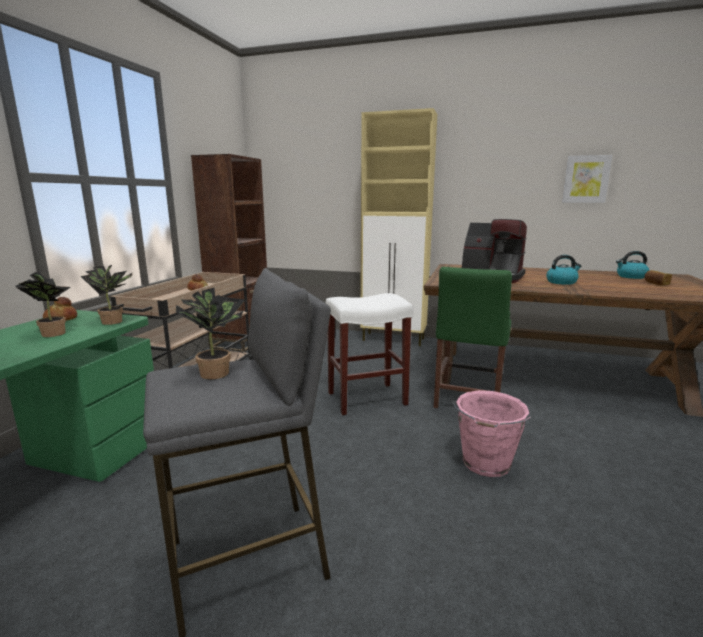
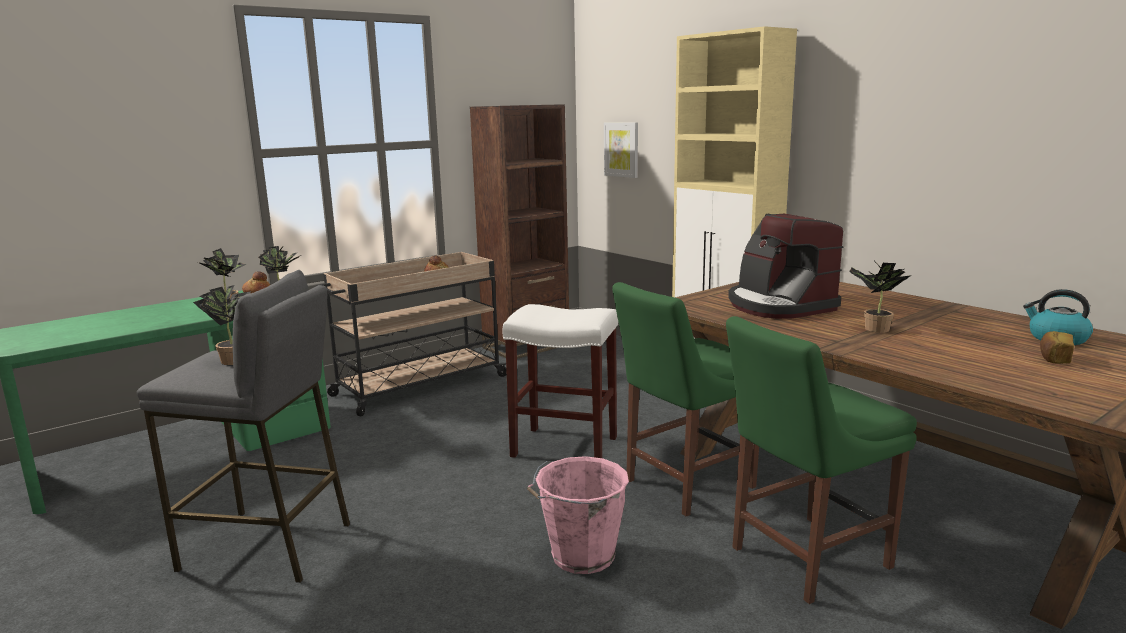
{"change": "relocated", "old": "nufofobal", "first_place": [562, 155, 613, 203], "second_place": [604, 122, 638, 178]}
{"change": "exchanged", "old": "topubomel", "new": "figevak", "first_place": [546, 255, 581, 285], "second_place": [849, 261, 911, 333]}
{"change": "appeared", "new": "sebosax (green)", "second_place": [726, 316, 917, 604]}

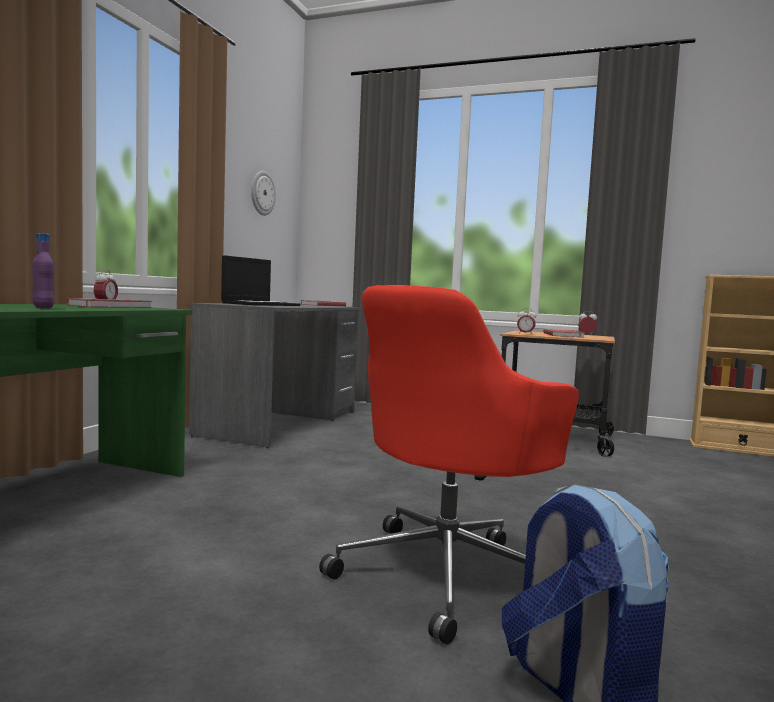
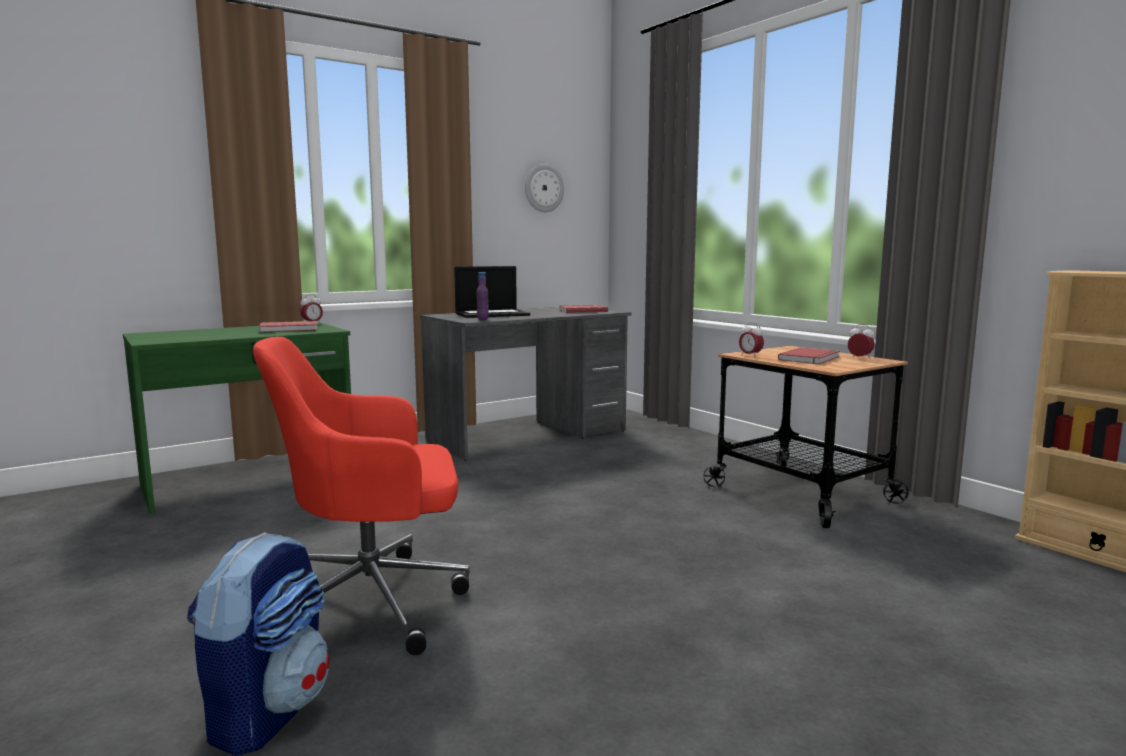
{"change": "relocated", "old": "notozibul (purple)", "first_place": [32, 233, 54, 309], "second_place": [477, 272, 489, 321]}

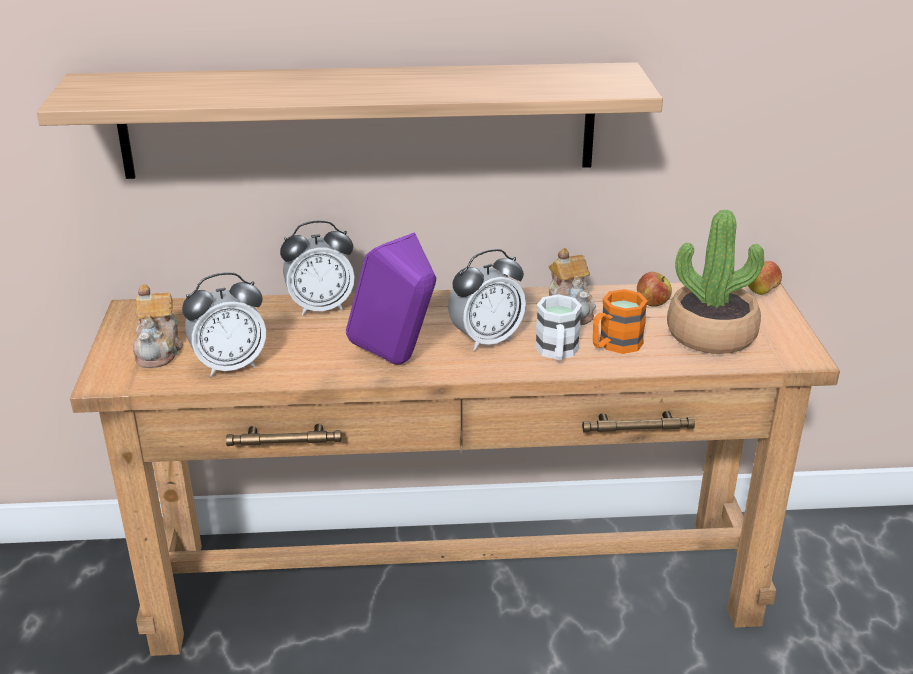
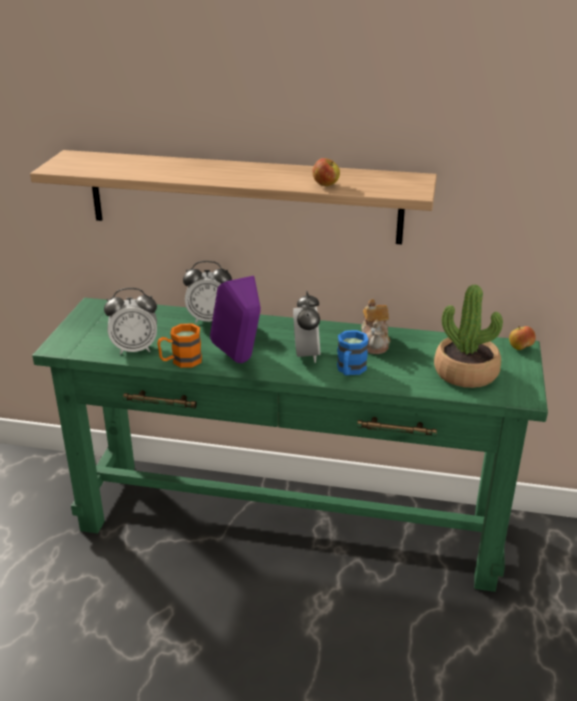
{"change": "spun", "old": "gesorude", "first_place": [448, 249, 526, 351], "second_place": [293, 291, 321, 363], "degrees": -75}
{"change": "relocated", "old": "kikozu", "first_place": [637, 272, 672, 307], "second_place": [312, 158, 340, 186]}
{"change": "colour", "old": "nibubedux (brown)", "new": "nibubedux (green)", "first_place": [70, 283, 840, 656], "second_place": [32, 298, 548, 592]}
{"change": "missing", "old": "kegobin", "first_place": [133, 284, 183, 368]}
{"change": "relocated", "old": "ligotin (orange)", "first_place": [593, 289, 648, 354], "second_place": [157, 324, 202, 368]}
{"change": "colour", "old": "ligotin (white)", "new": "ligotin (blue)", "first_place": [535, 294, 582, 360], "second_place": [337, 330, 368, 375]}

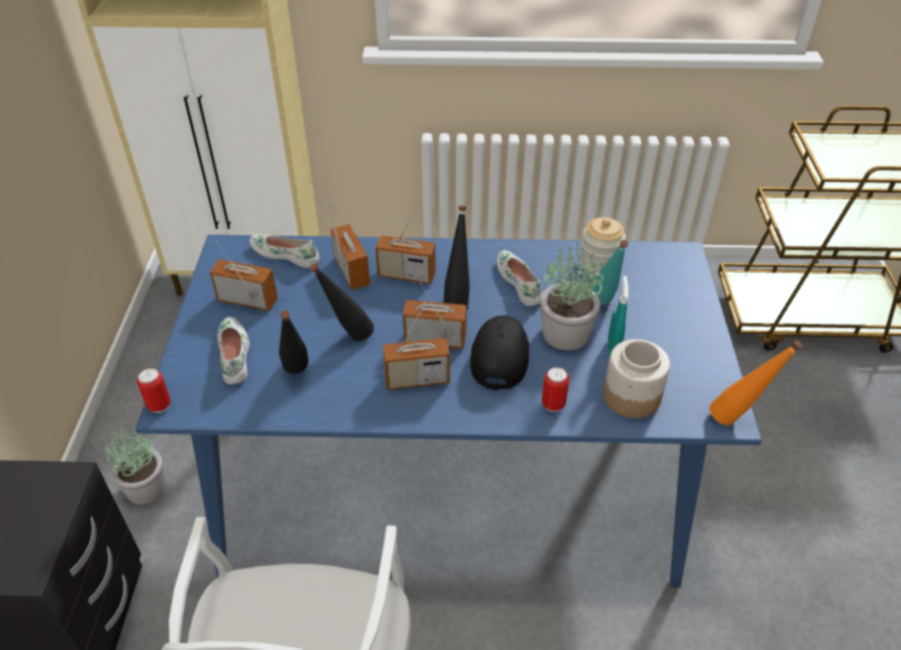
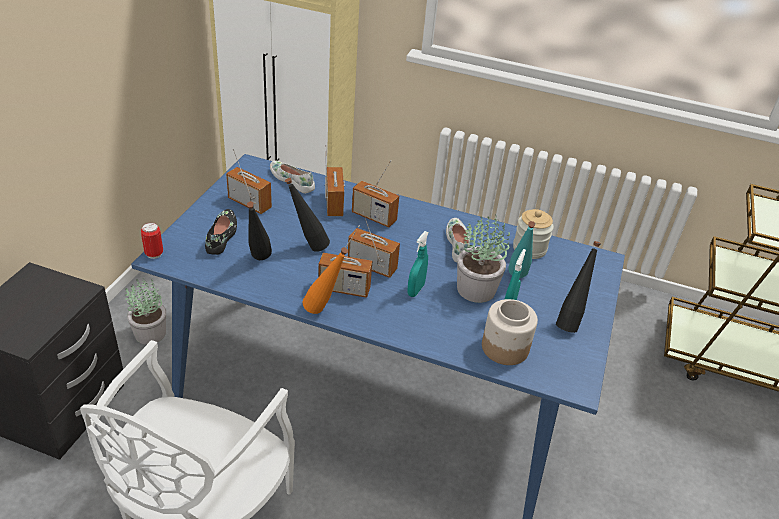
{"change": "relocated", "old": "notozibul (black)", "first_place": [444, 205, 470, 309], "second_place": [556, 241, 601, 333]}
{"change": "exchanged", "old": "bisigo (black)", "new": "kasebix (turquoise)", "first_place": [470, 315, 529, 390], "second_place": [407, 231, 429, 297]}
{"change": "colour", "old": "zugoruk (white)", "new": "zugoruk (black)", "first_place": [217, 317, 250, 384], "second_place": [205, 209, 237, 255]}
{"change": "relocated", "old": "notozibul (orange)", "first_place": [709, 340, 802, 425], "second_place": [302, 247, 348, 314]}
{"change": "missing", "old": "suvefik", "first_place": [542, 367, 569, 412]}

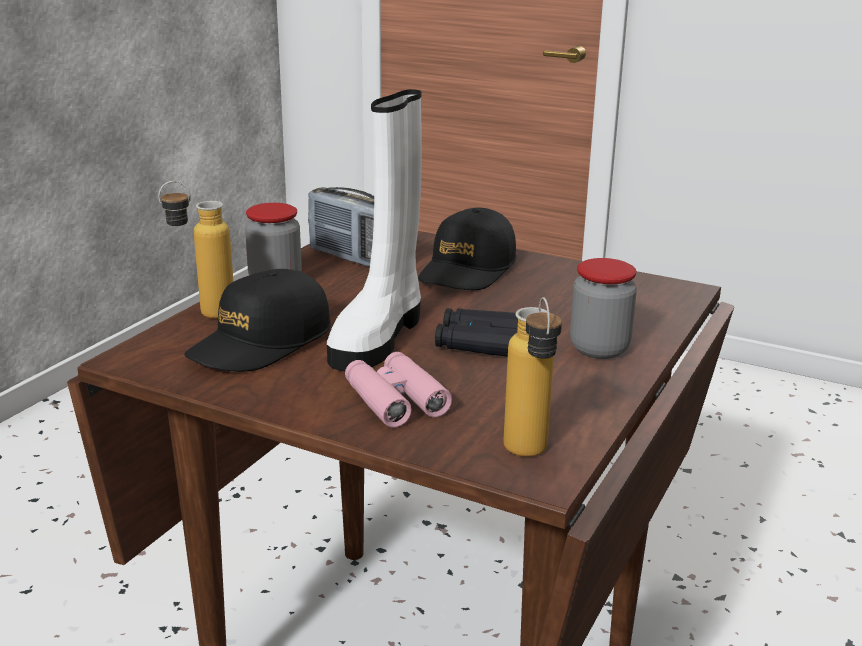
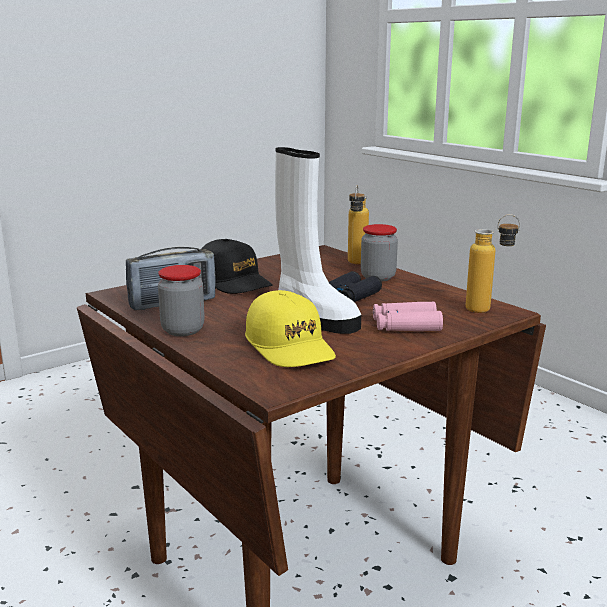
{"change": "relocated", "old": "notozibul", "first_place": [158, 181, 233, 319], "second_place": [348, 185, 369, 264]}
{"change": "colour", "old": "bisigo (black)", "new": "bisigo (yellow)", "first_place": [184, 269, 331, 372], "second_place": [245, 290, 336, 367]}

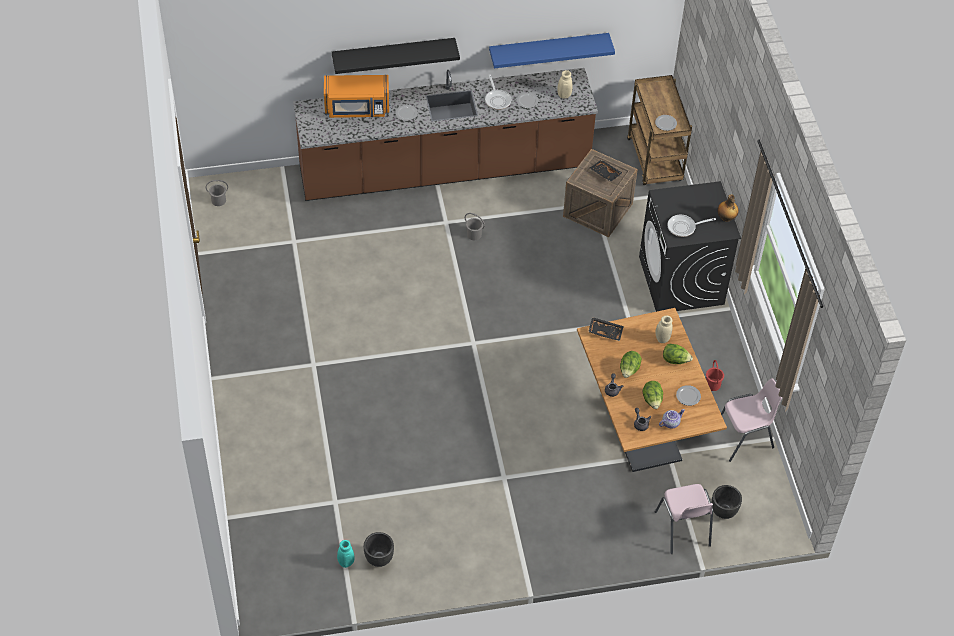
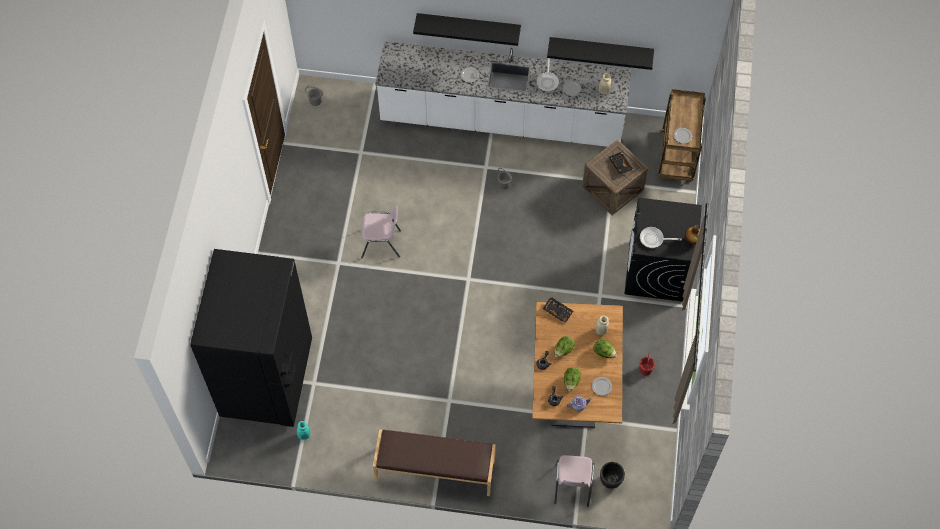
{"change": "colour", "old": "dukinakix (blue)", "new": "dukinakix (black)", "first_place": [489, 33, 615, 68], "second_place": [547, 37, 654, 70]}
{"change": "colour", "old": "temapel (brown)", "new": "temapel (white)", "first_place": [293, 68, 598, 201], "second_place": [375, 41, 631, 147]}
{"change": "missing", "old": "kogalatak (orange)", "first_place": [324, 75, 389, 118]}
{"change": "relocated", "old": "sebosax (pink)", "first_place": [721, 378, 782, 462], "second_place": [361, 205, 401, 259]}
{"change": "missing", "old": "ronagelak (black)", "first_place": [364, 532, 394, 567]}
{"change": "appeared", "new": "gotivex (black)", "second_place": [190, 249, 312, 427]}
{"change": "appeared", "new": "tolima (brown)", "second_place": [373, 429, 496, 496]}

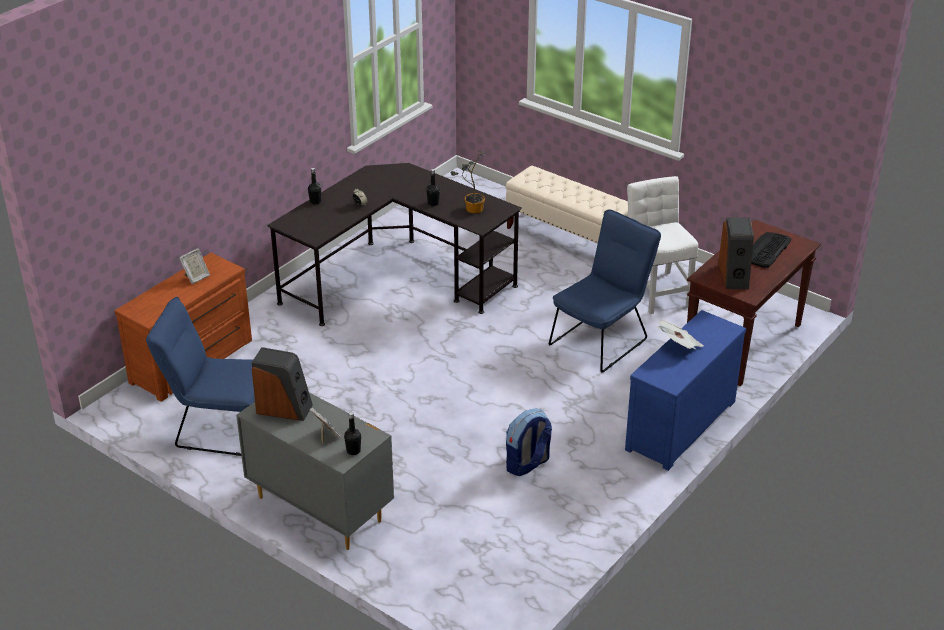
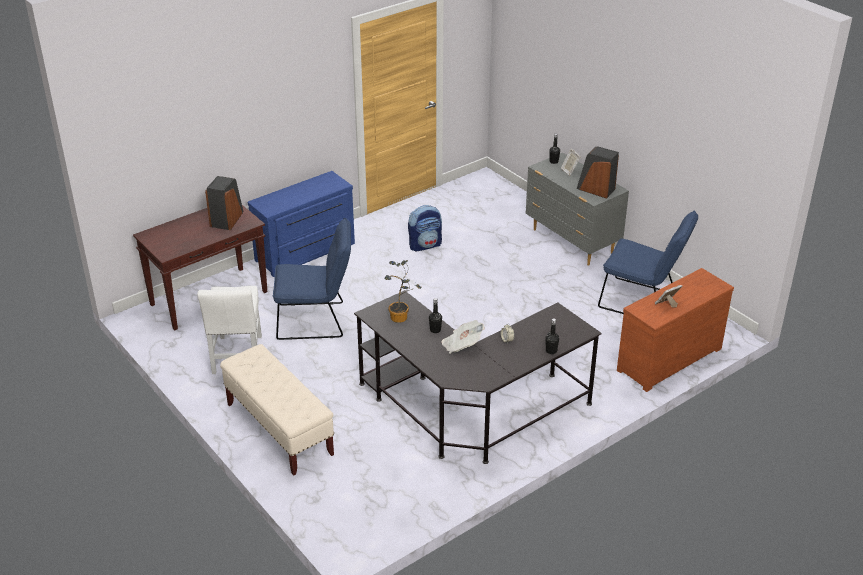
{"change": "spun", "old": "sebosax (blue)", "first_place": [549, 210, 661, 373], "second_place": [273, 218, 351, 340], "degrees": -150}
{"change": "missing", "old": "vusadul", "first_place": [751, 232, 792, 268]}
{"change": "relocated", "old": "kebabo", "first_place": [658, 321, 704, 349], "second_place": [441, 320, 485, 354]}

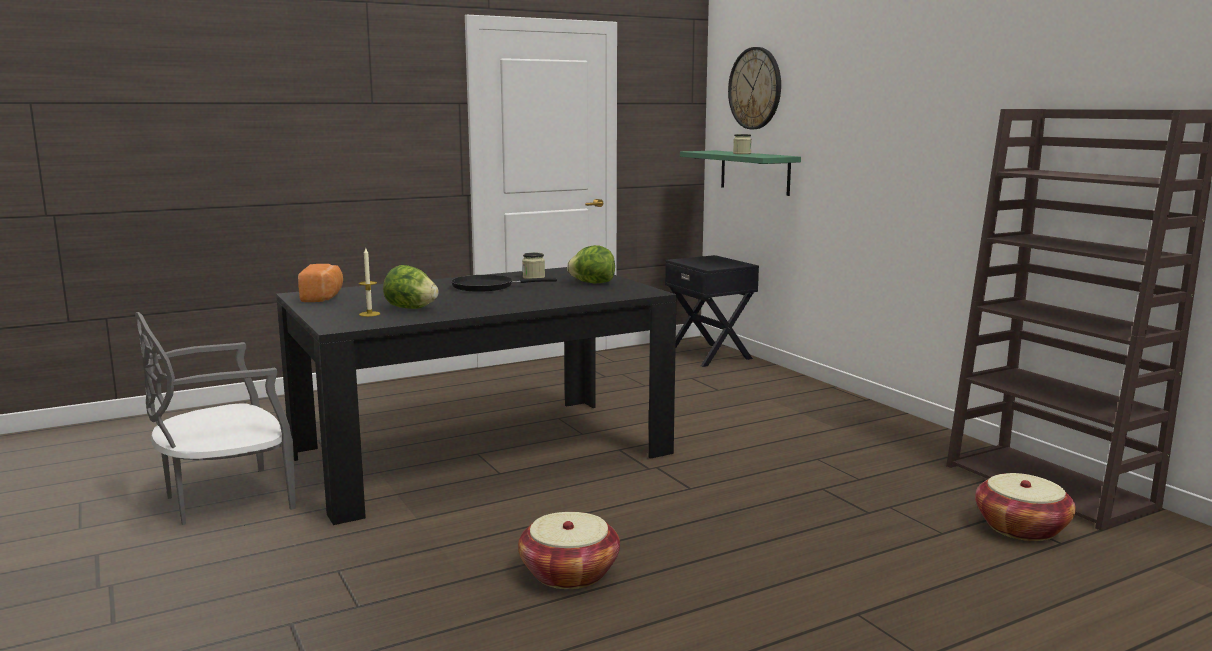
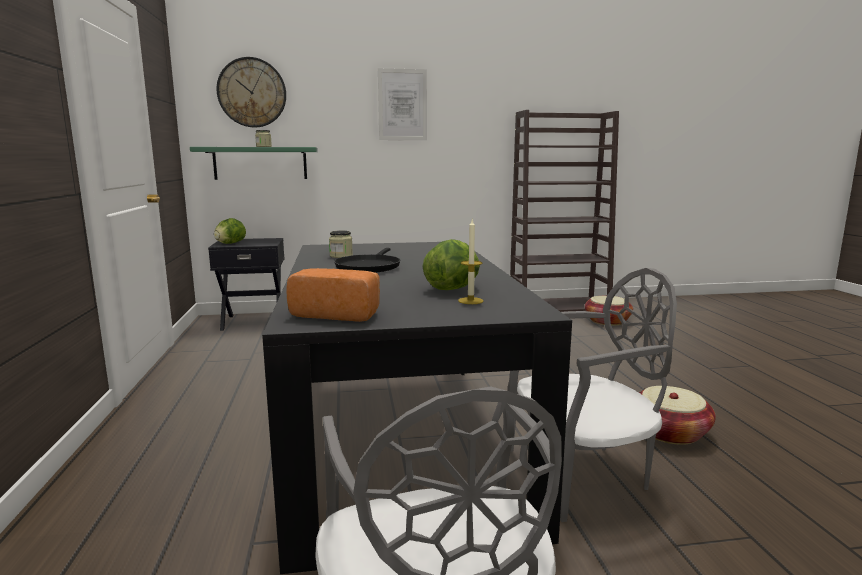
{"change": "relocated", "old": "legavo", "first_place": [567, 245, 615, 283], "second_place": [214, 218, 246, 244]}
{"change": "appeared", "new": "nufofobal", "second_place": [378, 68, 427, 140]}
{"change": "appeared", "new": "sebosax (grey)", "second_place": [507, 268, 677, 522]}

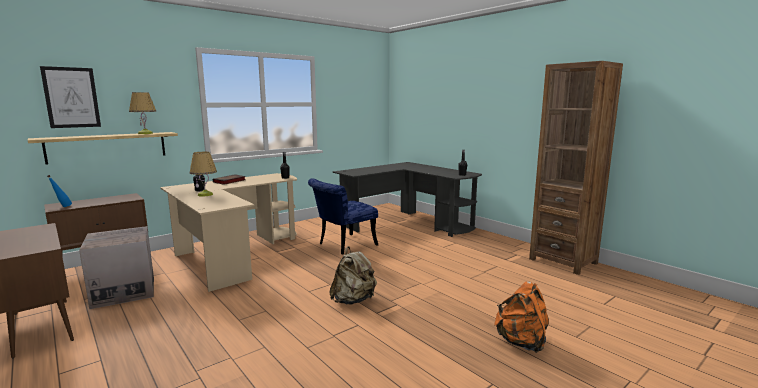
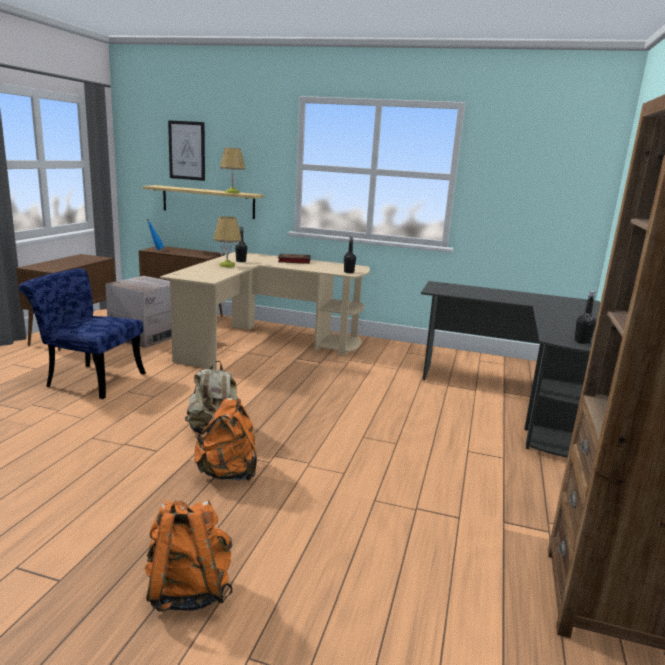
{"change": "relocated", "old": "sebosax (blue)", "first_place": [308, 178, 378, 255], "second_place": [19, 268, 146, 399]}
{"change": "appeared", "new": "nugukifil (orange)", "second_place": [194, 398, 257, 481]}

